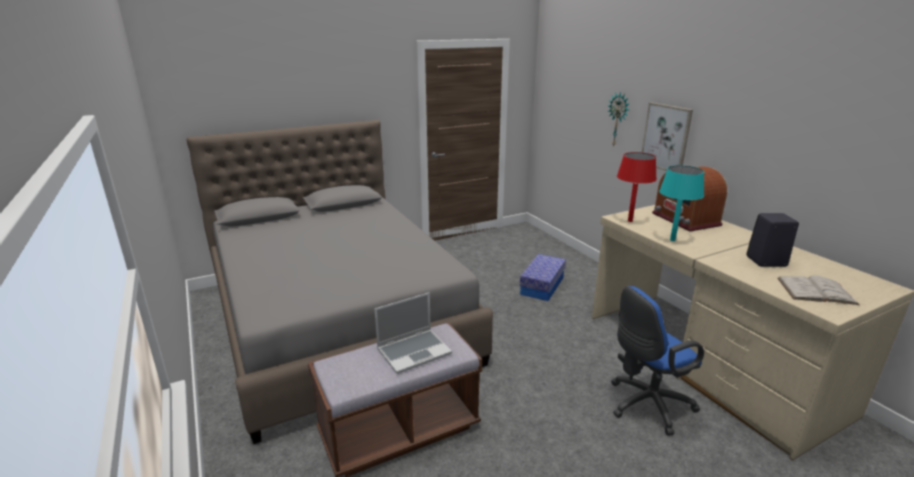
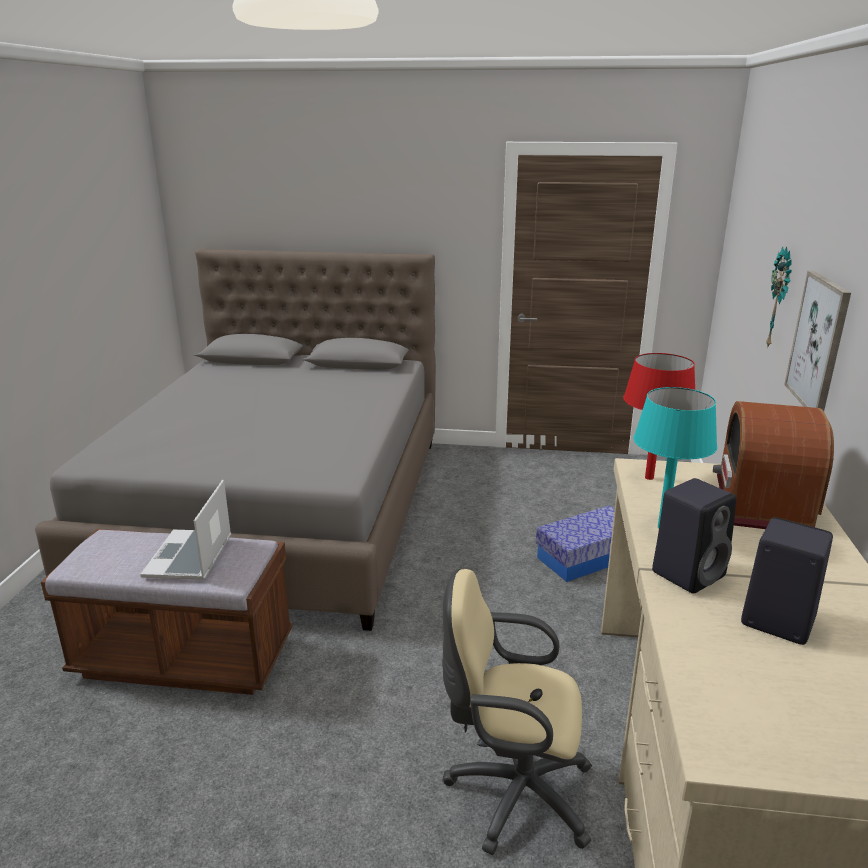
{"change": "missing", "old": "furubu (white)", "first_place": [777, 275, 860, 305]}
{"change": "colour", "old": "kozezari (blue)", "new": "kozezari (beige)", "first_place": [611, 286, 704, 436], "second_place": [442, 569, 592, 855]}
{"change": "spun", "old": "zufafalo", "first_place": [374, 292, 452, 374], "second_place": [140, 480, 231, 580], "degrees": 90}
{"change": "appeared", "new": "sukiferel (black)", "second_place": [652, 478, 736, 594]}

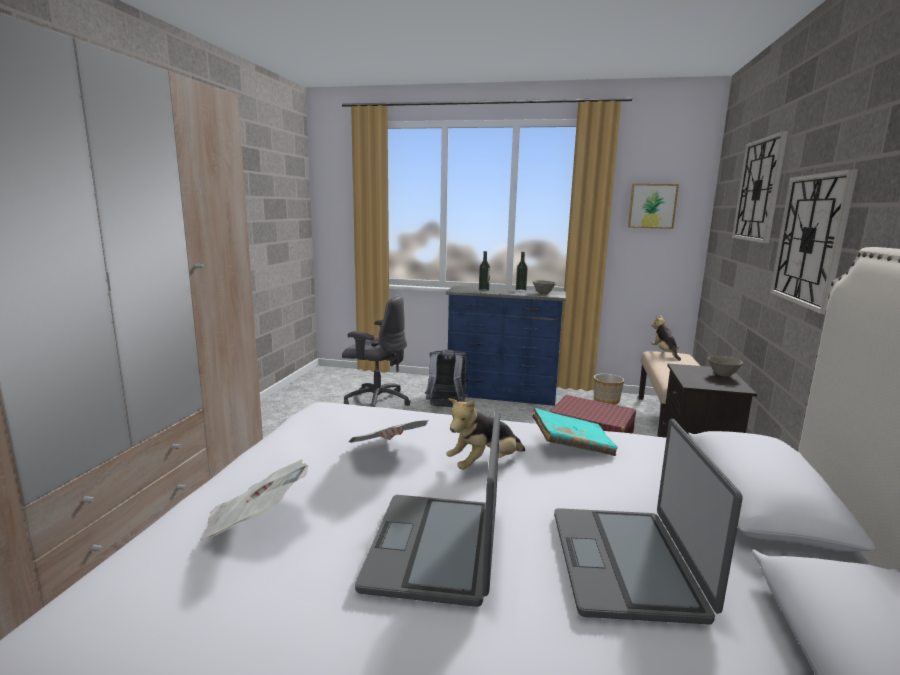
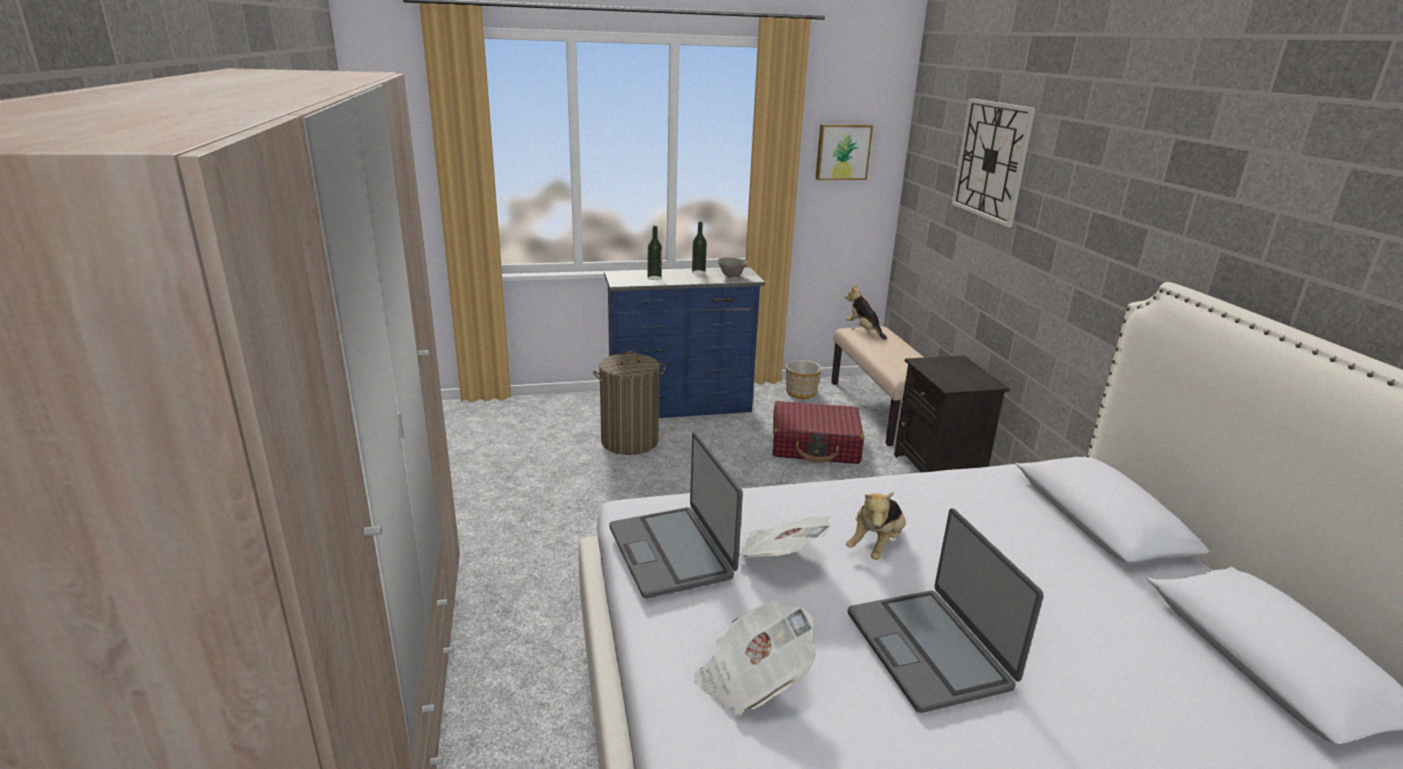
{"change": "missing", "old": "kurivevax", "first_place": [770, 169, 858, 314]}
{"change": "missing", "old": "kozezari (grey)", "first_place": [342, 295, 411, 407]}
{"change": "exchanged", "old": "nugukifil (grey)", "new": "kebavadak", "first_place": [425, 350, 468, 407], "second_place": [593, 351, 666, 455]}
{"change": "missing", "old": "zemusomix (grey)", "first_place": [708, 356, 743, 376]}
{"change": "missing", "old": "furubu (turquoise)", "first_place": [532, 408, 618, 456]}
{"change": "relocated", "old": "zufafalo", "first_place": [554, 419, 743, 625], "second_place": [609, 432, 743, 598]}

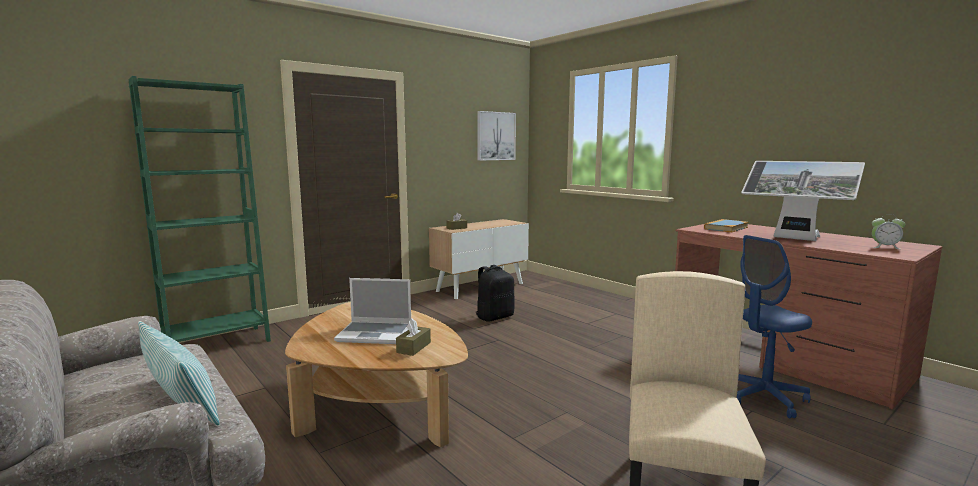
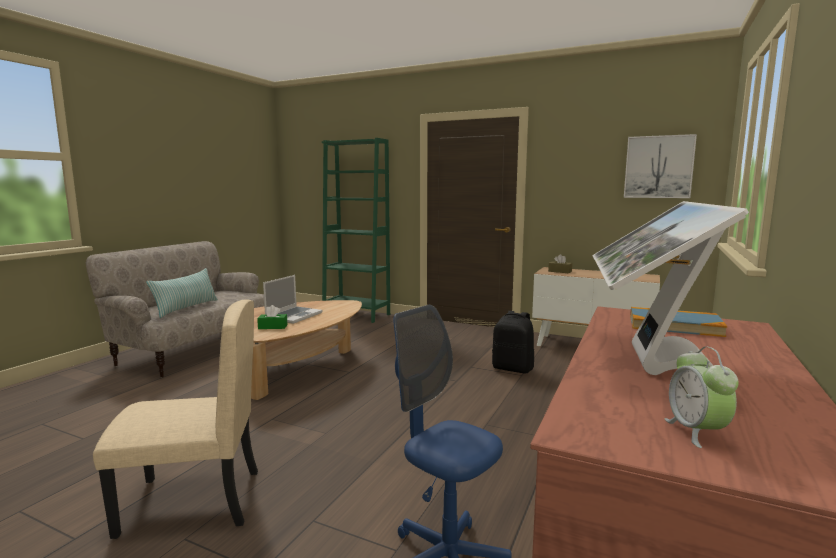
{"change": "spun", "old": "zufafalo", "first_place": [334, 278, 411, 344], "second_place": [263, 275, 323, 324], "degrees": -135}
{"change": "colour", "old": "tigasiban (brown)", "new": "tigasiban (green)", "first_place": [396, 318, 431, 356], "second_place": [257, 305, 288, 329]}

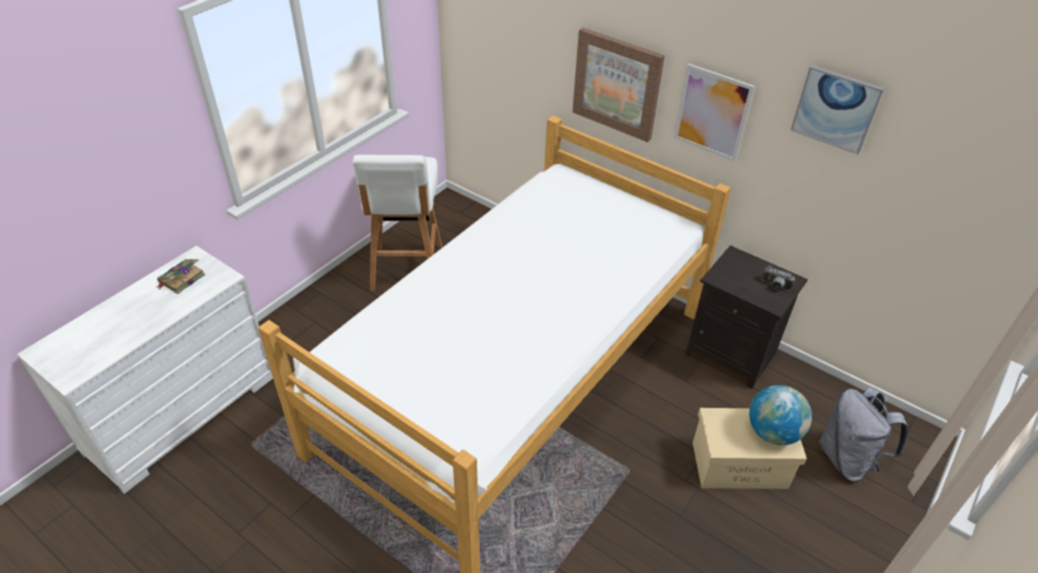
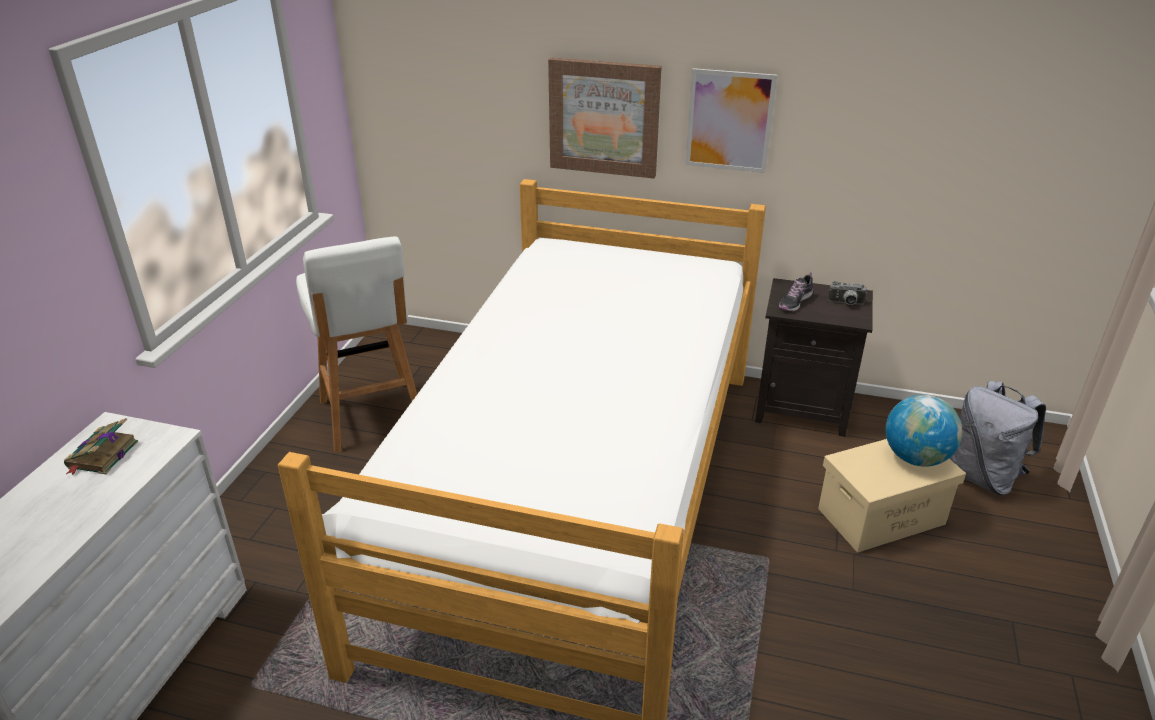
{"change": "missing", "old": "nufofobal", "first_place": [791, 65, 884, 154]}
{"change": "appeared", "new": "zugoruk", "second_place": [779, 272, 813, 311]}

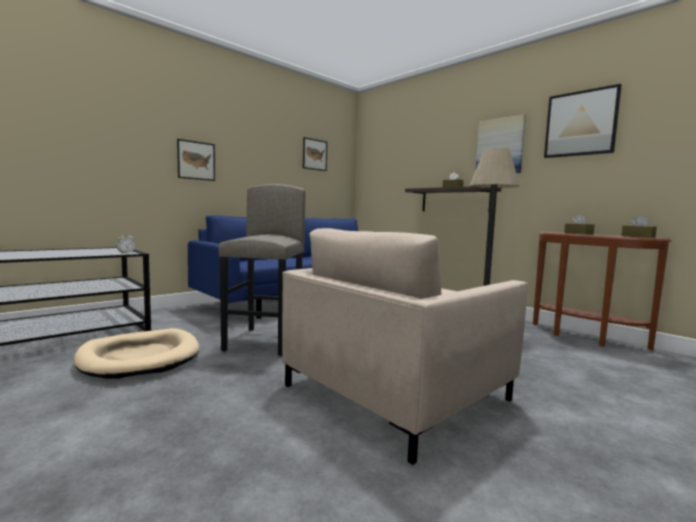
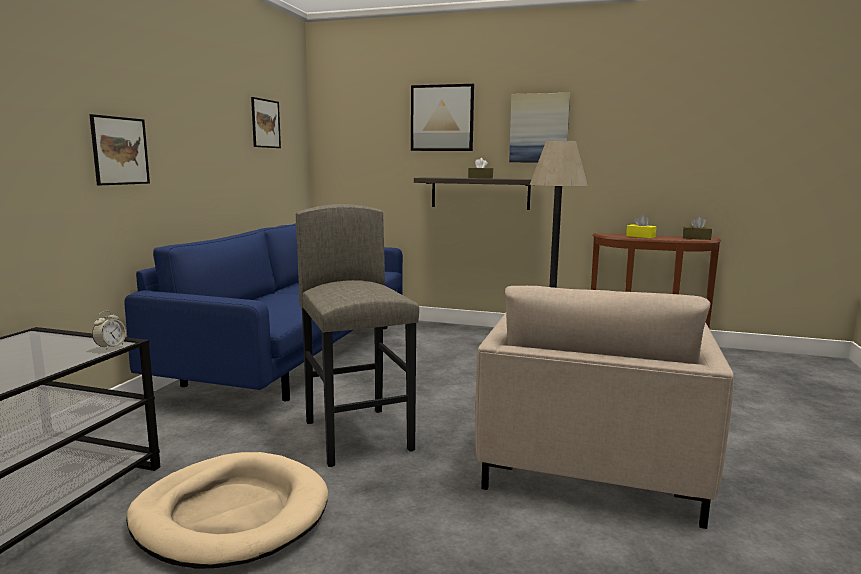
{"change": "relocated", "old": "nufofobal", "first_place": [544, 84, 622, 158], "second_place": [411, 84, 474, 151]}
{"change": "colour", "old": "tigasiban (brown)", "new": "tigasiban (yellow)", "first_place": [564, 214, 595, 235], "second_place": [626, 215, 657, 238]}

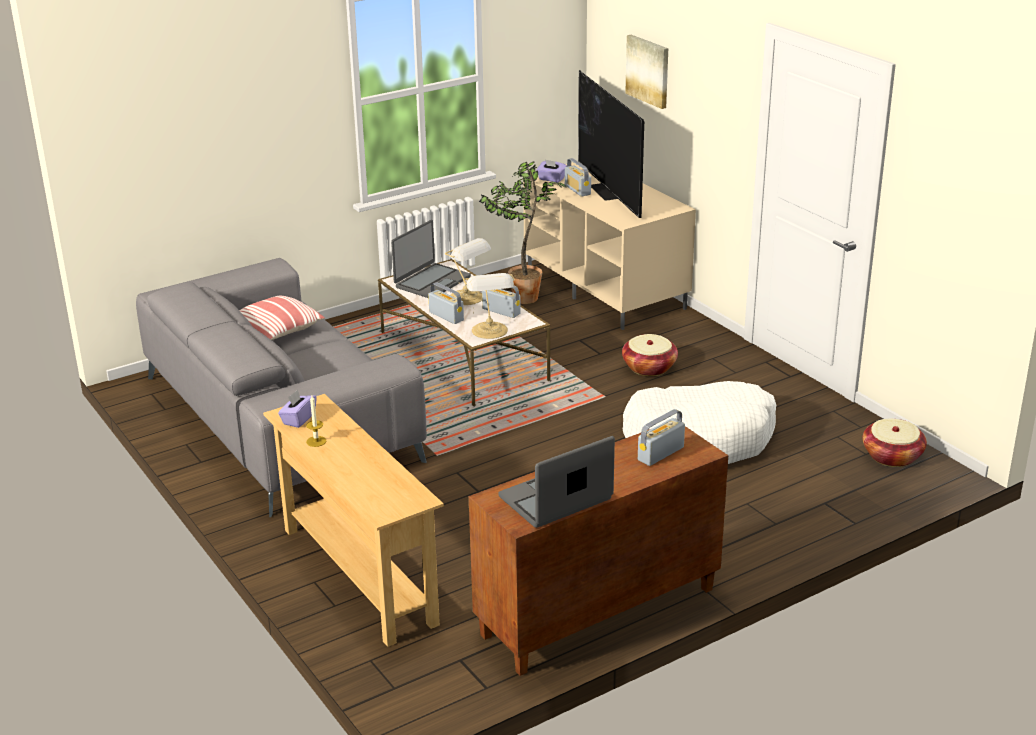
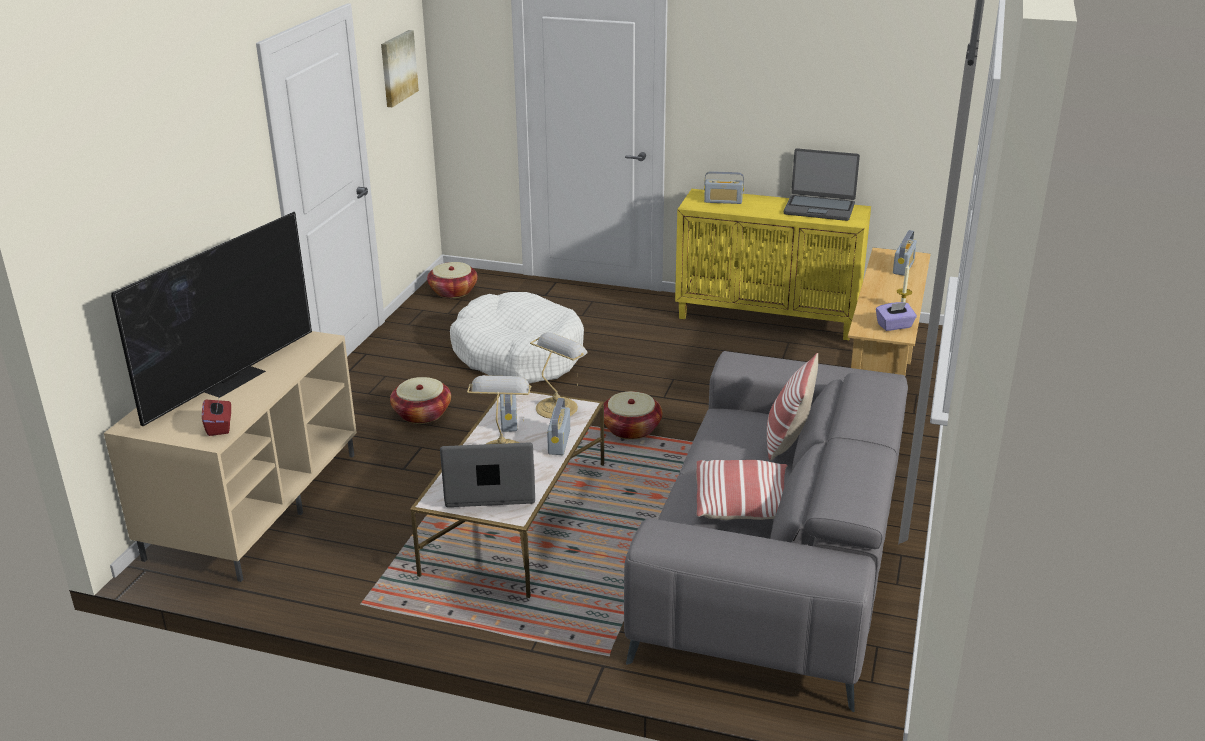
{"change": "relocated", "old": "nufofobal", "first_place": [625, 35, 668, 109], "second_place": [381, 30, 419, 107]}
{"change": "relocated", "old": "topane", "first_place": [565, 158, 591, 197], "second_place": [893, 230, 917, 276]}
{"change": "colour", "old": "tigasiban (purple)", "new": "tigasiban (red)", "first_place": [536, 159, 567, 182], "second_place": [202, 396, 231, 436]}
{"change": "missing", "old": "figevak", "first_place": [479, 162, 566, 304]}
{"change": "colour", "old": "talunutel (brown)", "new": "talunutel (yellow)", "first_place": [469, 426, 728, 676], "second_place": [675, 189, 871, 340]}
{"change": "appeared", "new": "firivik", "second_place": [767, 353, 818, 461]}
{"change": "appeared", "new": "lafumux", "second_place": [604, 392, 662, 439]}

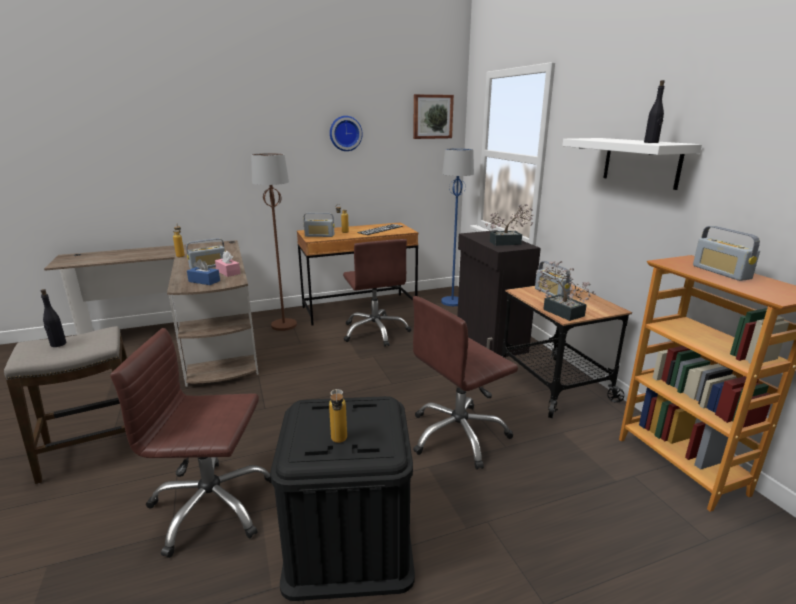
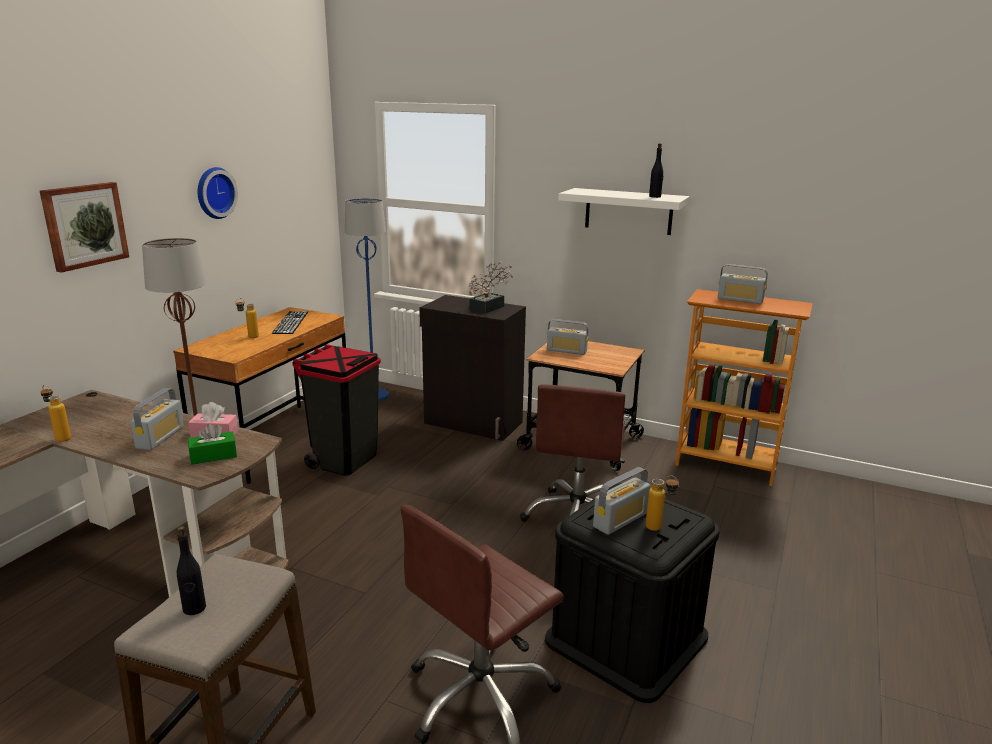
{"change": "relocated", "old": "nufofobal", "first_place": [413, 94, 454, 139], "second_place": [40, 182, 129, 273]}
{"change": "relocated", "old": "topane", "first_place": [304, 213, 335, 237], "second_place": [593, 467, 650, 535]}
{"change": "exchanged", "old": "kozezari (brown)", "new": "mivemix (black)", "first_place": [343, 239, 411, 347], "second_place": [292, 344, 381, 476]}
{"change": "colour", "old": "tigasiban (blue)", "new": "tigasiban (green)", "first_place": [187, 259, 220, 285], "second_place": [188, 423, 237, 465]}
{"change": "missing", "old": "figevak", "first_place": [536, 261, 596, 321]}

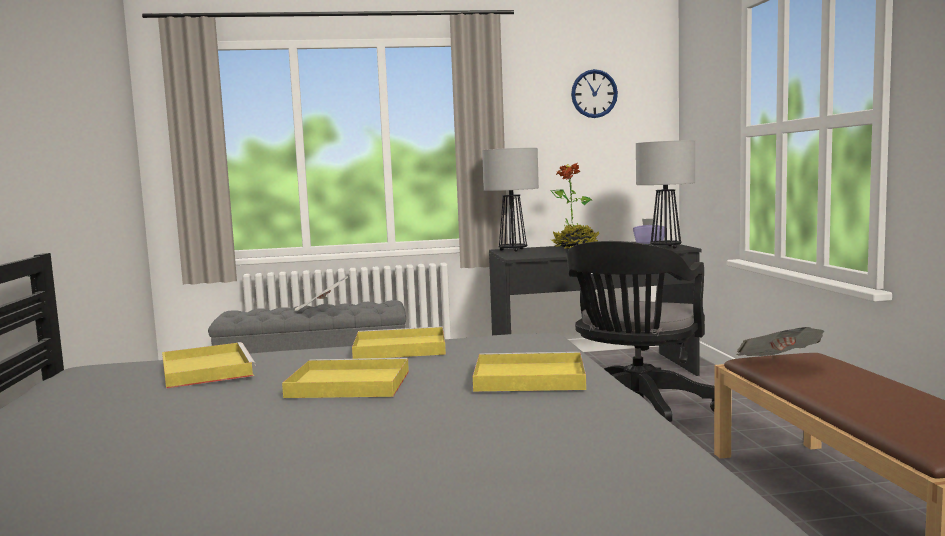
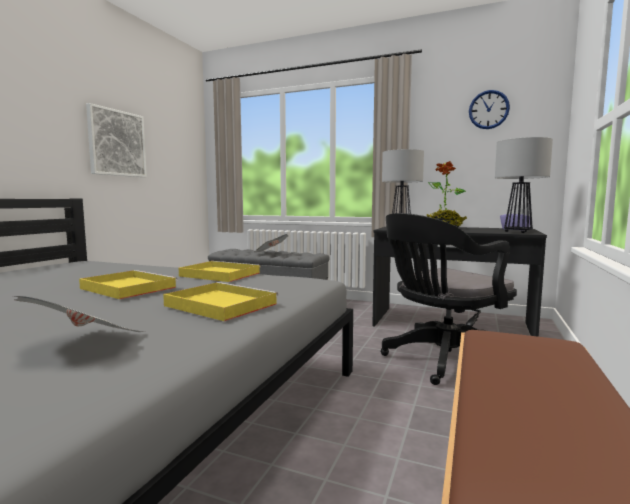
{"change": "relocated", "old": "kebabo", "first_place": [736, 327, 825, 356], "second_place": [11, 296, 146, 332]}
{"change": "missing", "old": "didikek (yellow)", "first_place": [162, 342, 256, 389]}
{"change": "appeared", "new": "nufofobal", "second_place": [86, 103, 147, 177]}

